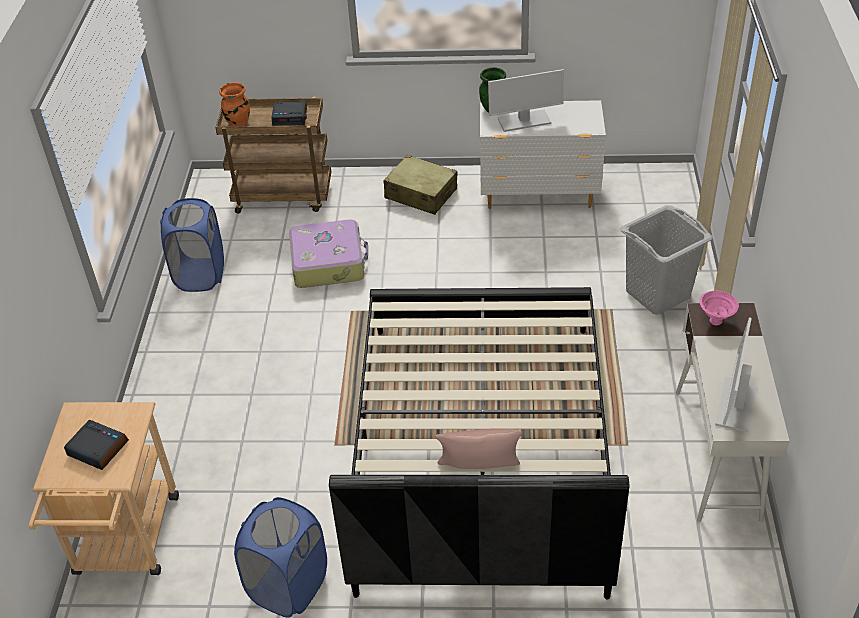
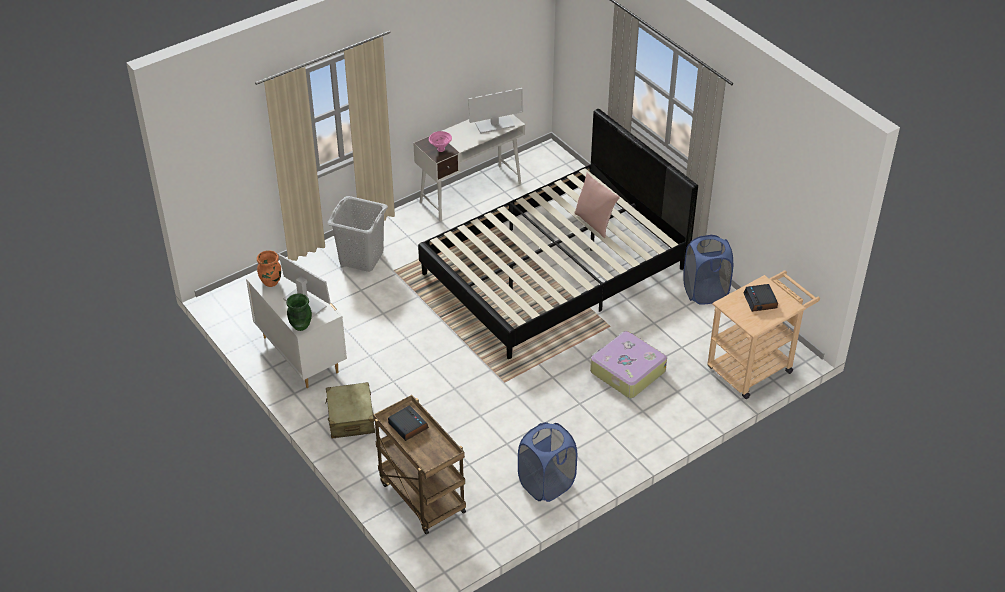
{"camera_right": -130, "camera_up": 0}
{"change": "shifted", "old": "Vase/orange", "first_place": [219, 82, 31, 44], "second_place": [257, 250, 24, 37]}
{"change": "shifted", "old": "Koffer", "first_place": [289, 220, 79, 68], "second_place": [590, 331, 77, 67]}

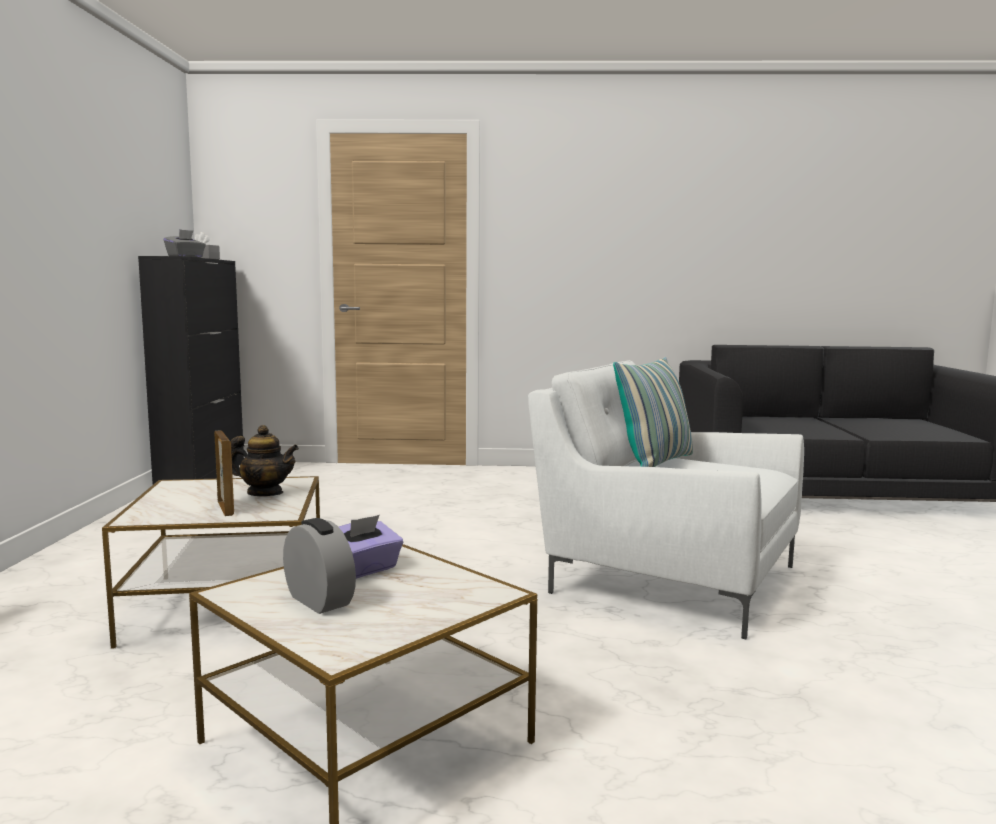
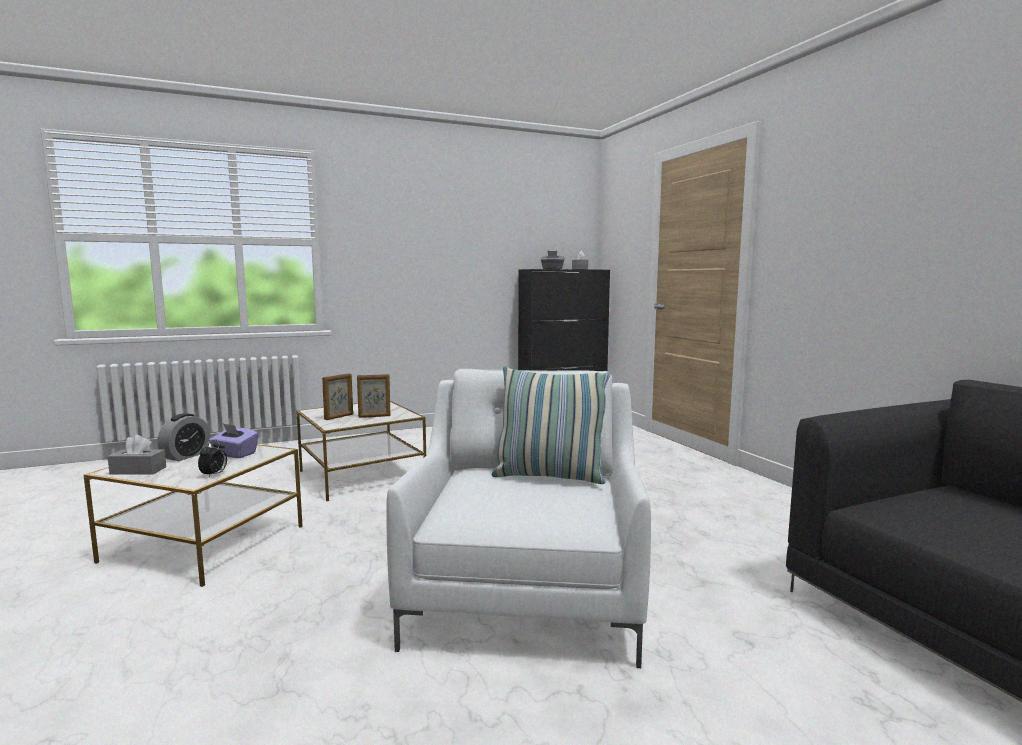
{"camera_right": 65, "camera_up": 0}
{"change": "new", "new": "Taschentuchbox/grau", "second_place": [107, 434, 59, 41]}
{"change": "new", "new": "Wecker", "second_place": [198, 439, 29, 38]}
{"change": "swapped", "old": "Teekanne", "new": "Bilderrahmen", "first_place": [231, 425, 68, 71], "second_place": [357, 374, 33, 44]}

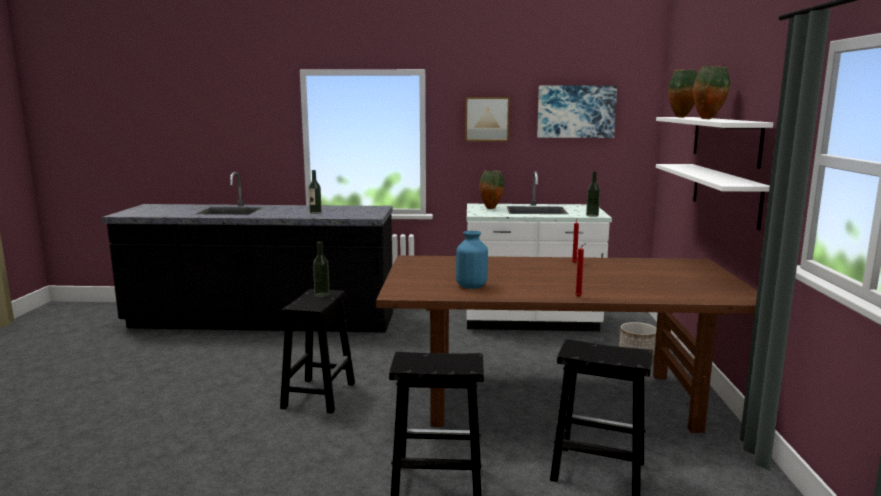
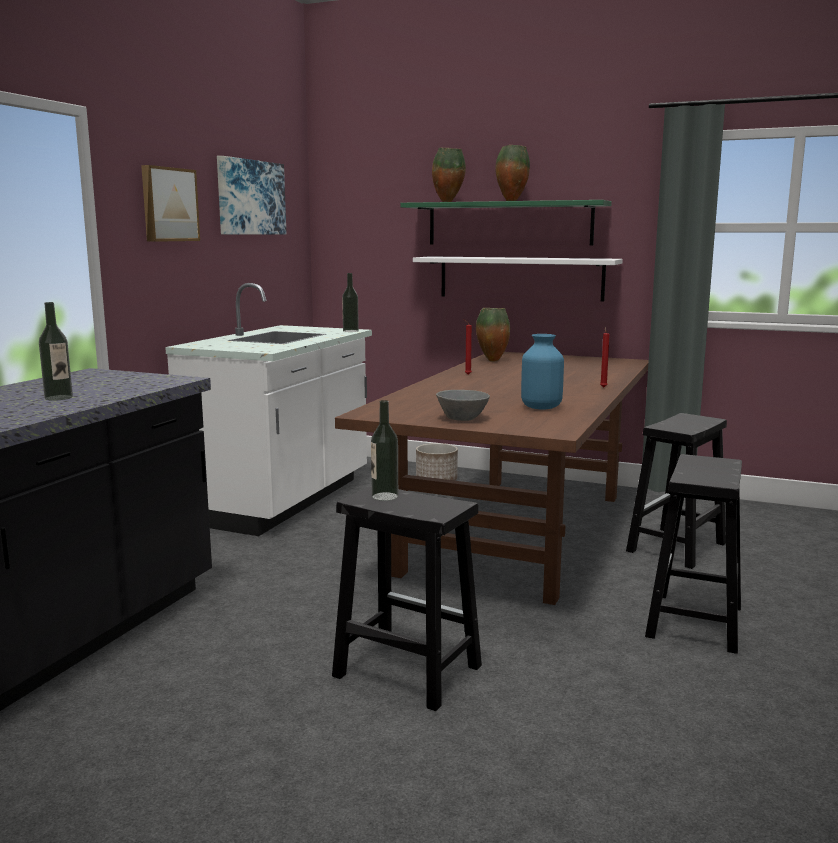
{"camera_right": -70, "camera_up": 0}
{"change": "new", "new": "Schüssel/grau", "second_place": [436, 390, 54, 31]}
{"change": "shifted", "old": "Vase", "first_place": [479, 170, 25, 39], "second_place": [476, 308, 34, 54]}
{"change": "repainted", "old": "Wandregal/weiß", "new": "Wandregal/grün", "first_place": [656, 117, 117, 52], "second_place": [400, 200, 212, 45]}

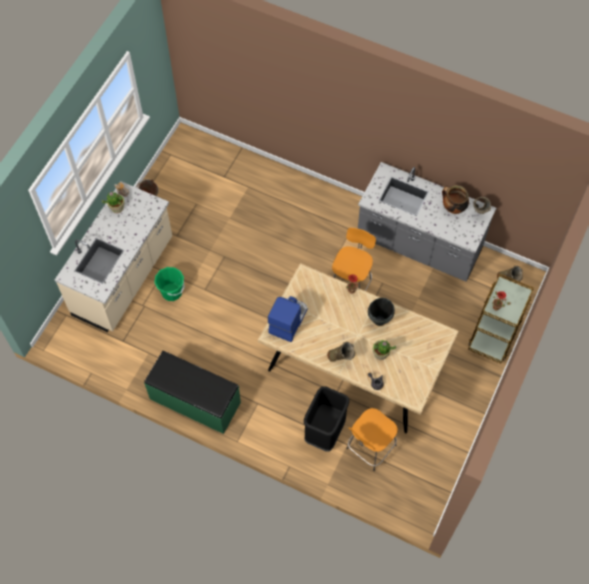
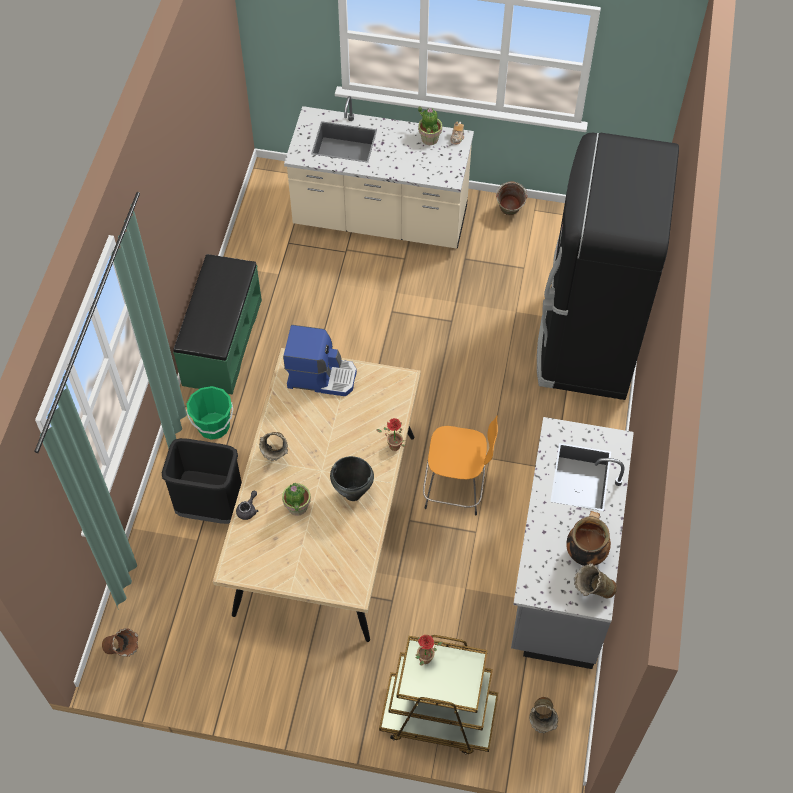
{"camera_right": 75, "camera_up": -5}
{"change": "gone", "old": "Hocker/orange", "first_place": [346, 408, 52, 63]}
{"change": "new", "new": "Vase/braun", "second_place": [102, 628, 36, 29]}
{"change": "new", "new": "Kühlschrank/schwarz", "second_place": [537, 133, 142, 267]}
{"change": "shifted", "old": "Eimer/grün", "first_place": [154, 267, 31, 34], "second_place": [186, 386, 47, 54]}

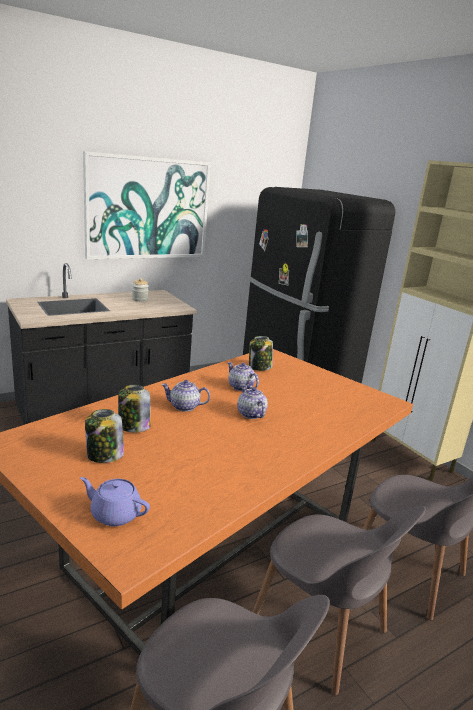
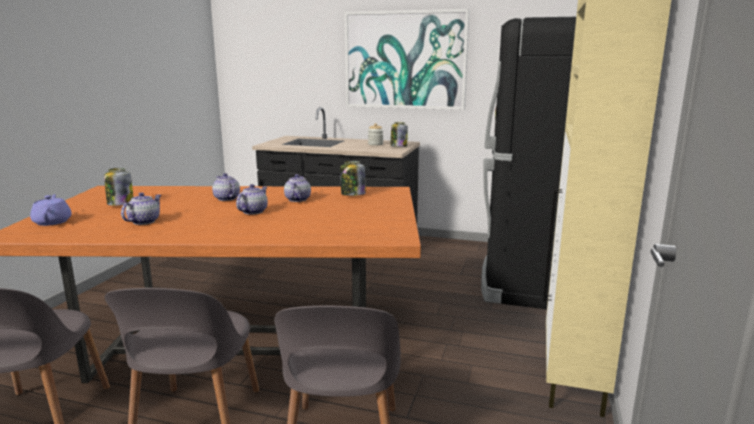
{"camera_right": 50, "camera_up": -5}
{"change": "new", "new": "Teekanne", "second_place": [121, 192, 40, 33]}
{"change": "shifted", "old": "Vorratsglas", "first_place": [118, 385, 33, 47], "second_place": [391, 122, 17, 25]}

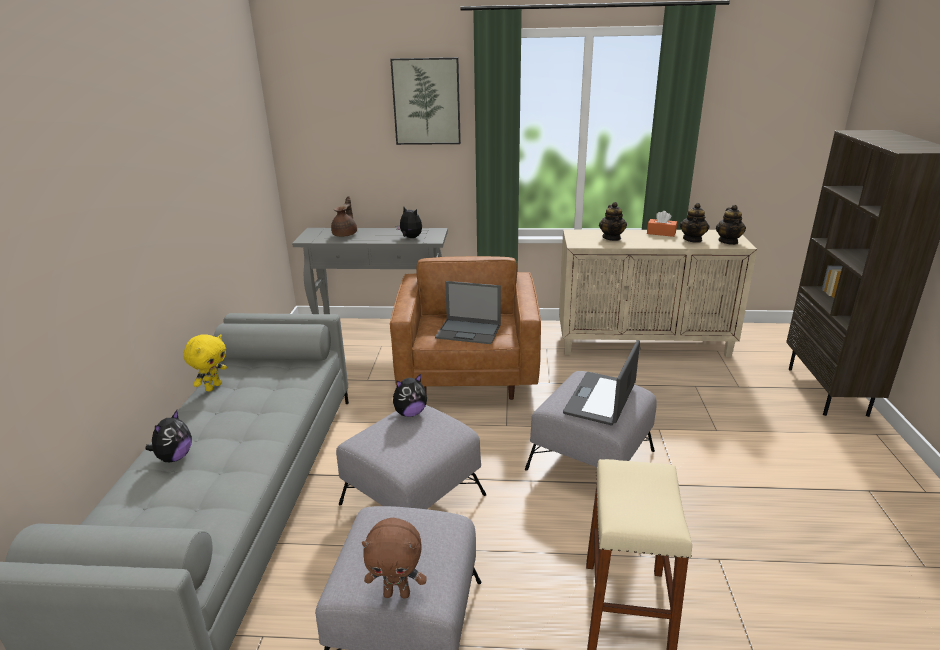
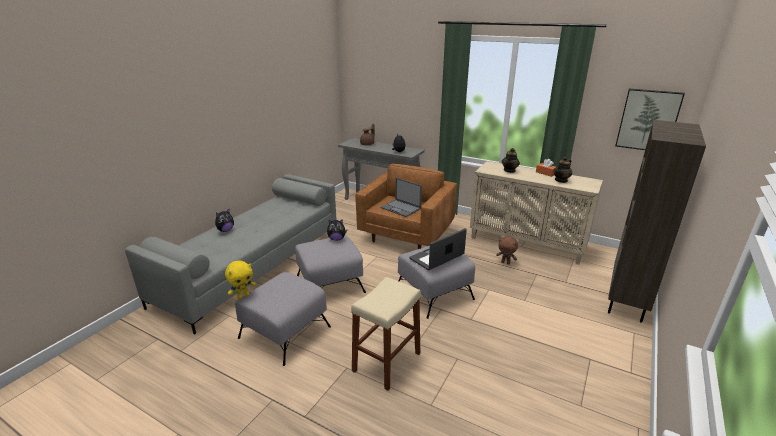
{"camera_right": 25, "camera_up": 0}
{"change": "gone", "old": "Teekanne", "first_place": [716, 205, 30, 40]}
{"change": "shifted", "old": "Plüschtier/gelb", "first_place": [183, 334, 44, 58], "second_place": [225, 261, 30, 38]}
{"change": "shifted", "old": "Plüschtier/braun", "first_place": [362, 518, 65, 81], "second_place": [496, 236, 22, 28]}
{"change": "shifted", "old": "Bild", "first_place": [390, 57, 71, 88], "second_place": [615, 89, 70, 61]}

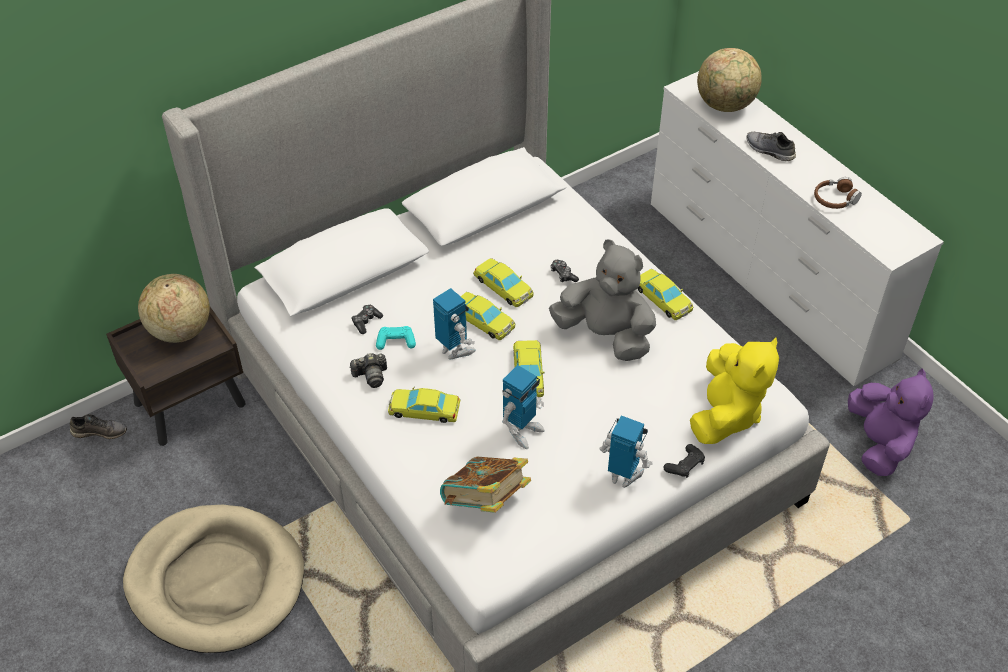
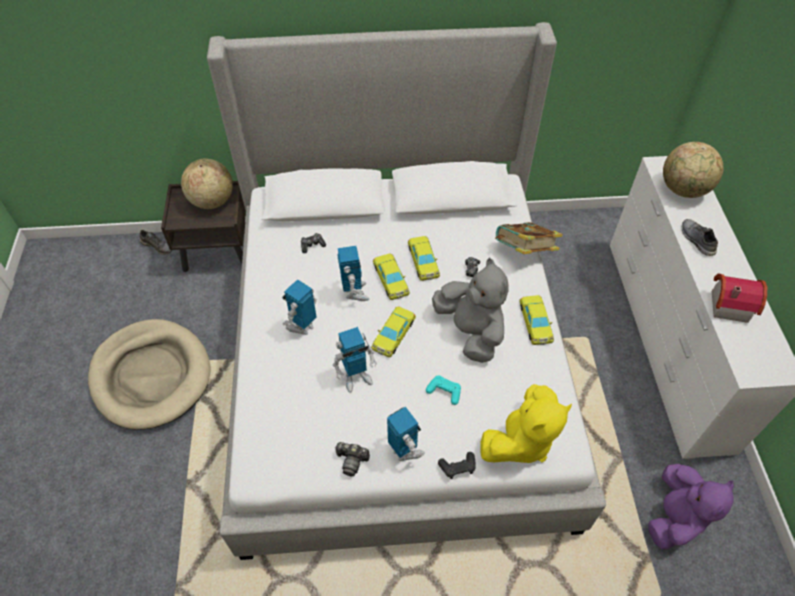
{"camera_right": 30, "camera_up": 5}
{"change": "shifted", "old": "Kamera", "first_place": [349, 353, 38, 35], "second_place": [335, 442, 35, 34]}
{"change": "shifted", "old": "Gamepad/türkis", "first_place": [376, 326, 40, 24], "second_place": [426, 375, 35, 30]}
{"change": "shifted", "old": "Buch", "first_place": [440, 456, 91, 57], "second_place": [495, 222, 68, 32]}
{"change": "swapped", "old": "Spielzeugauto/gelb", "new": "Spielzeugroboter", "first_place": [388, 387, 72, 36], "second_place": [282, 279, 35, 56]}
{"change": "swapped", "old": "Kopfhörer/braun", "new": "Spielzeughaus", "first_place": [814, 177, 48, 32], "second_place": [712, 273, 55, 50]}

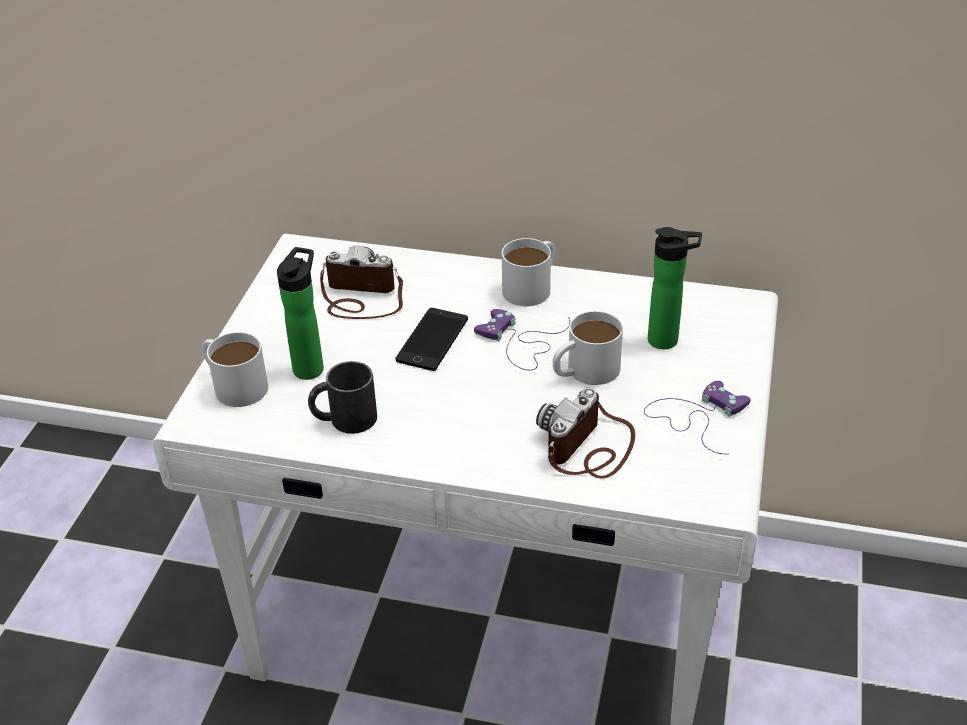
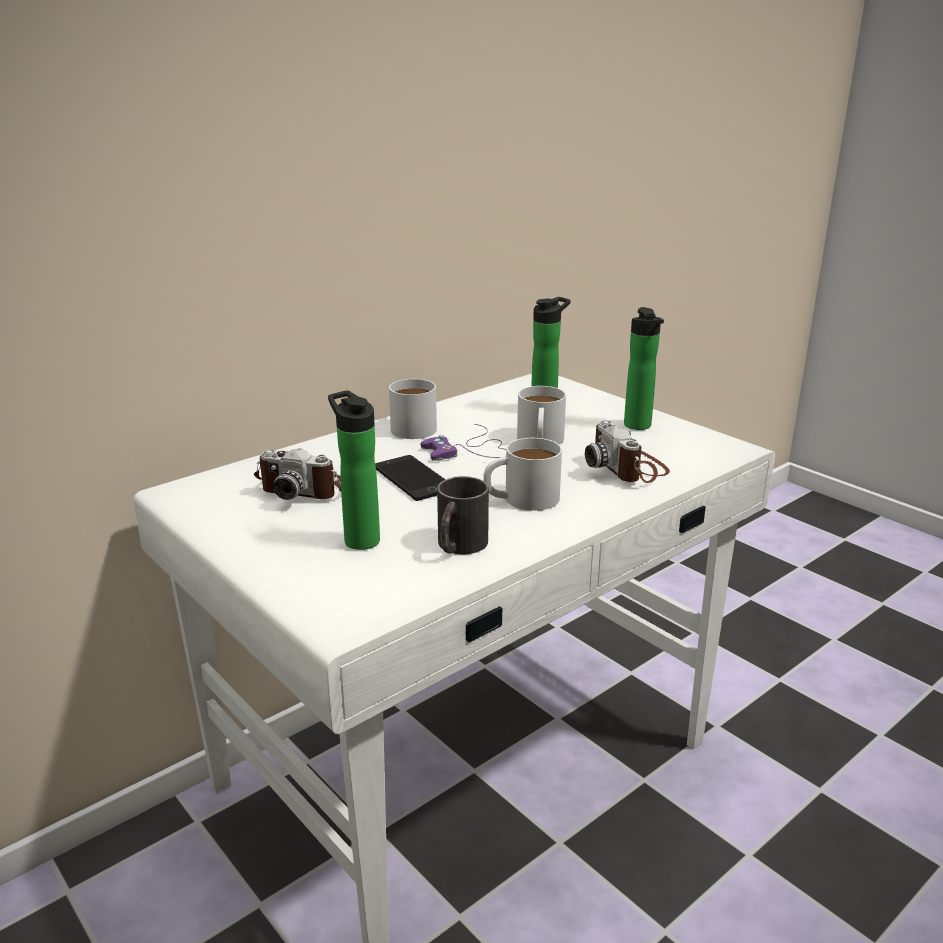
{"camera_right": -55, "camera_up": -15}
{"change": "shifted", "old": "Henkelbecher/weiß", "first_place": [202, 332, 66, 75], "second_place": [483, 438, 79, 73]}
{"change": "swapped", "old": "Gamepad/lila", "new": "Flasche", "first_place": [644, 381, 107, 74], "second_place": [624, 307, 40, 123]}
{"change": "rotated", "old": "Kamera", "first_place": [320, 245, 83, 74], "second_place": [254, 449, 87, 51], "degrees": -120}

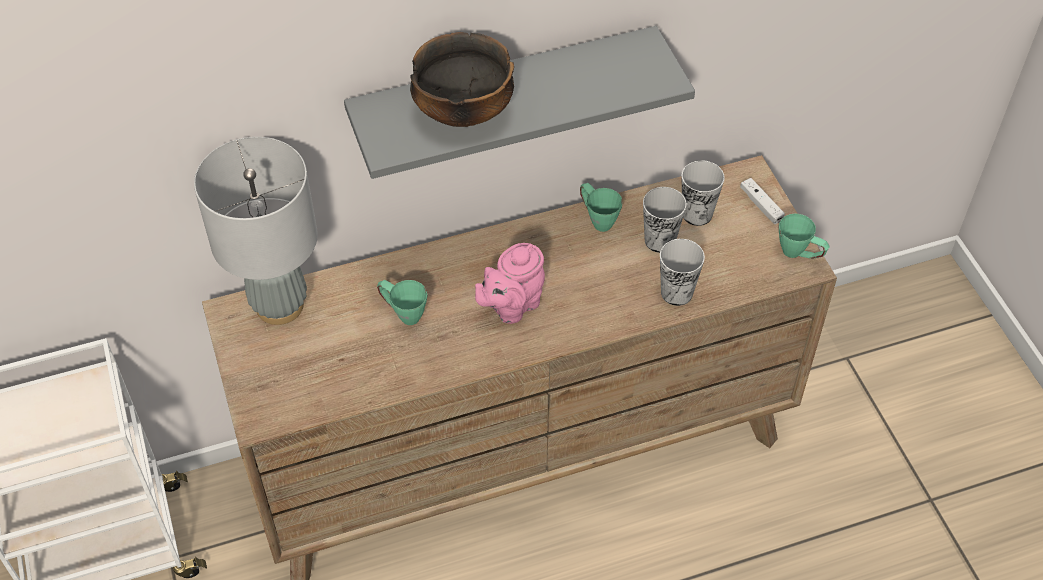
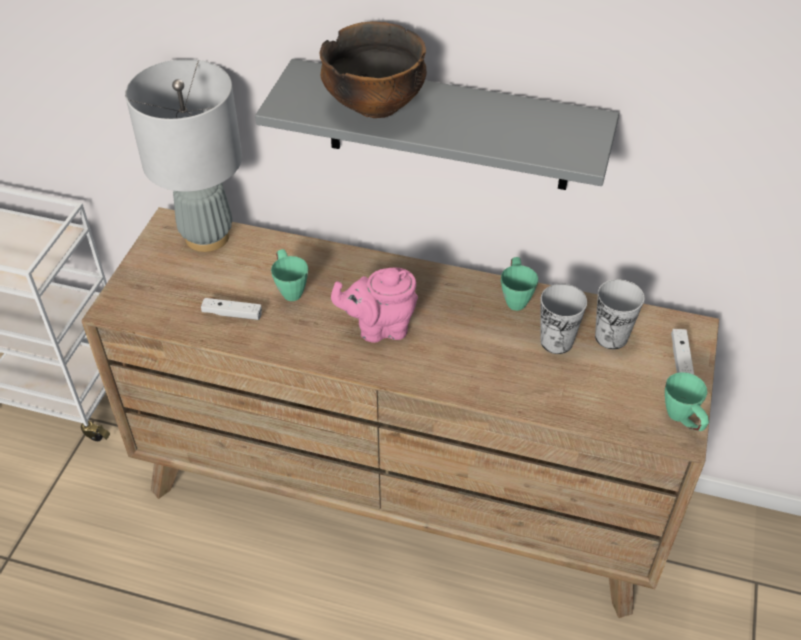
{"camera_right": 35, "camera_up": -5}
{"change": "gone", "old": "Tasse", "first_place": [660, 239, 45, 67]}
{"change": "new", "new": "Gamepad/weiß", "second_place": [201, 298, 61, 22]}

